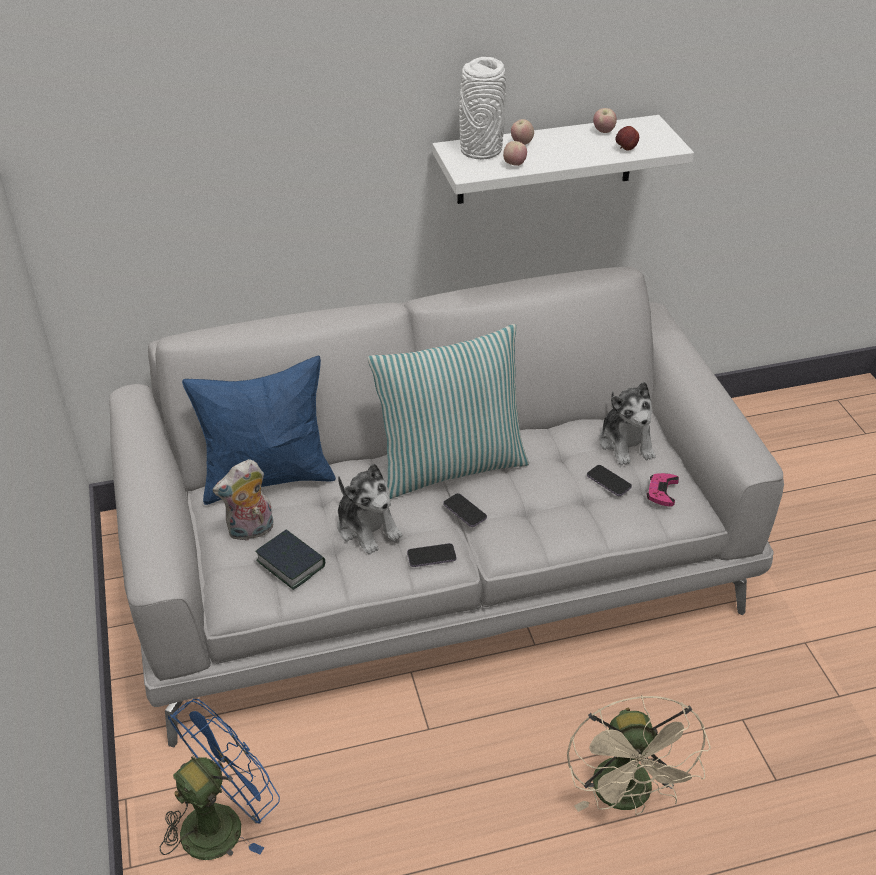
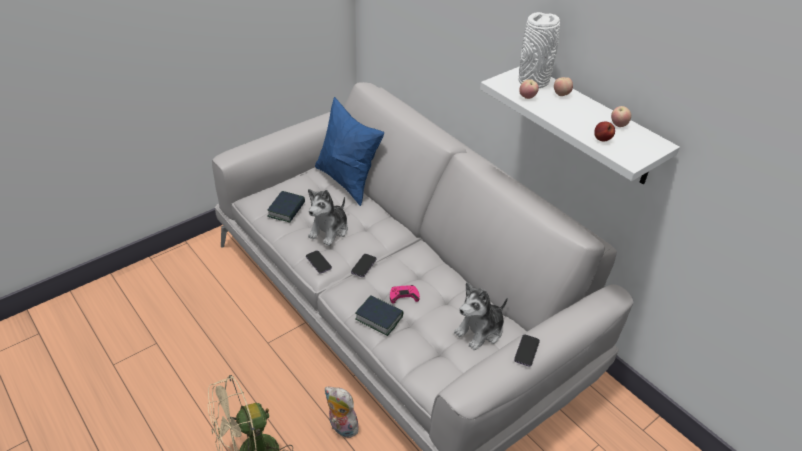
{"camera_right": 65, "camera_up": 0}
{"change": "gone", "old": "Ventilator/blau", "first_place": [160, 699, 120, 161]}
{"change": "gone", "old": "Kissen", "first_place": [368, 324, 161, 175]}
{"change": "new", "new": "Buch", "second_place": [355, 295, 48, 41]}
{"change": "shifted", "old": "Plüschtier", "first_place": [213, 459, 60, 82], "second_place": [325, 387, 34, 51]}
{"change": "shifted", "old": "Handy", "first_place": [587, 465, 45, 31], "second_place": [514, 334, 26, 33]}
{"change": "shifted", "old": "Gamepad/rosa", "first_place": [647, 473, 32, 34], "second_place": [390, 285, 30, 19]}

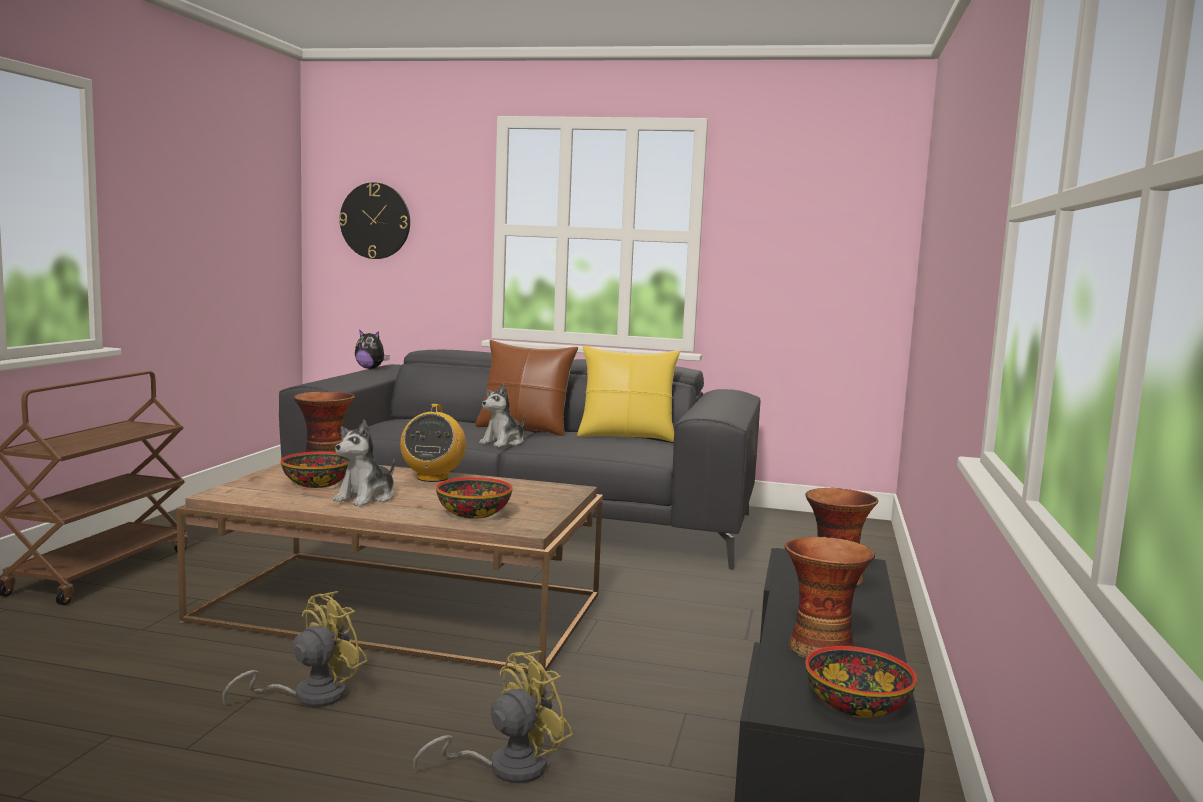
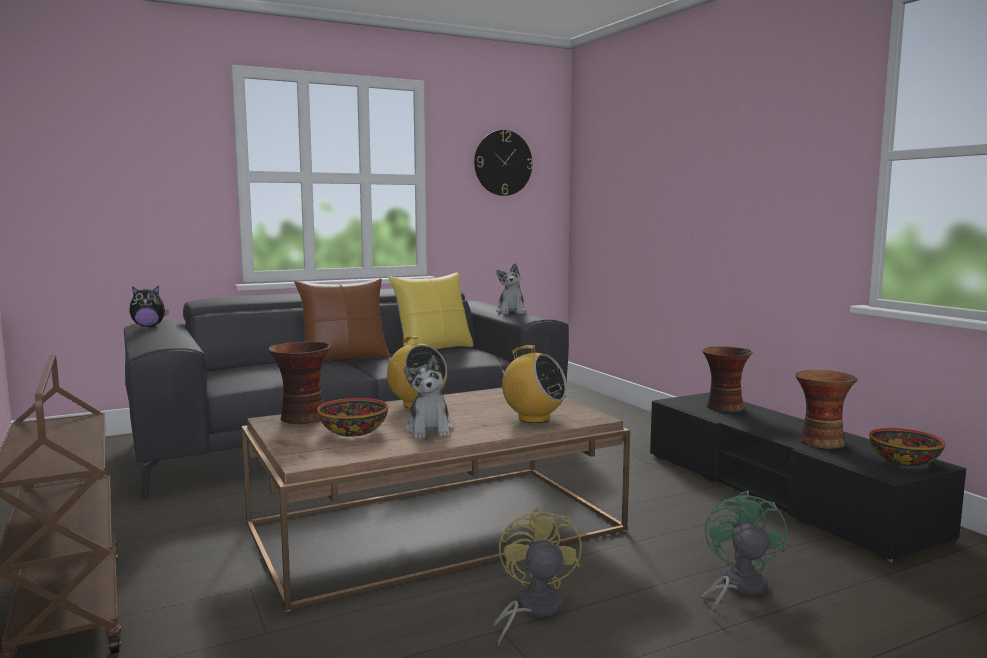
{"camera_right": -40, "camera_up": 0}
{"change": "shifted", "old": "Wanduhr", "first_place": [339, 182, 71, 77], "second_place": [474, 130, 59, 66]}
{"change": "shifted", "old": "Plüschtier", "first_place": [479, 384, 46, 63], "second_place": [496, 263, 31, 51]}
{"change": "swapped", "old": "Schüssel", "new": "Radio", "first_place": [436, 477, 77, 42], "second_place": [497, 345, 70, 78]}
{"change": "repainted", "old": "Ventilator/gelb", "new": "Ventilator/grün", "first_place": [413, 650, 160, 133], "second_place": [702, 490, 85, 126]}

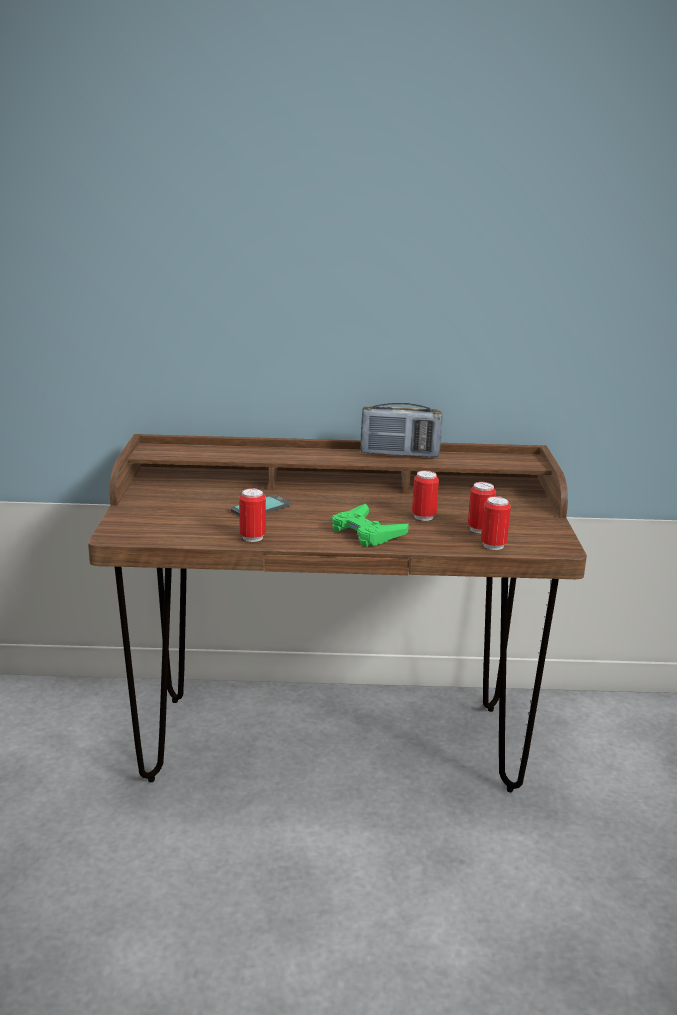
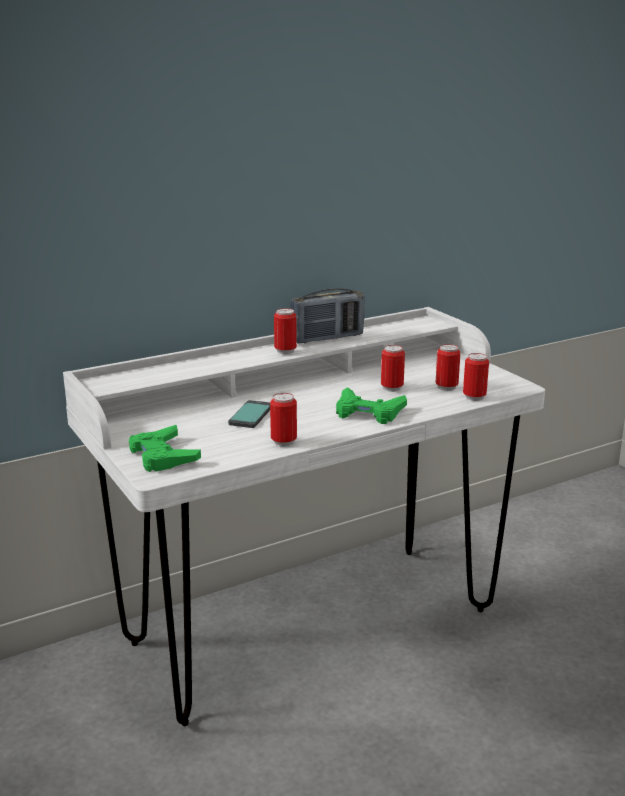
{"camera_right": -30, "camera_up": 0}
{"change": "new", "new": "Gamepad/grün", "second_place": [129, 425, 72, 47]}
{"change": "new", "new": "Dose", "second_place": [274, 308, 23, 46]}
{"change": "repainted", "old": "Schreibtisch/braun", "new": "Schreibtisch/weiß", "first_place": [88, 434, 499, 358], "second_place": [63, 307, 482, 419]}

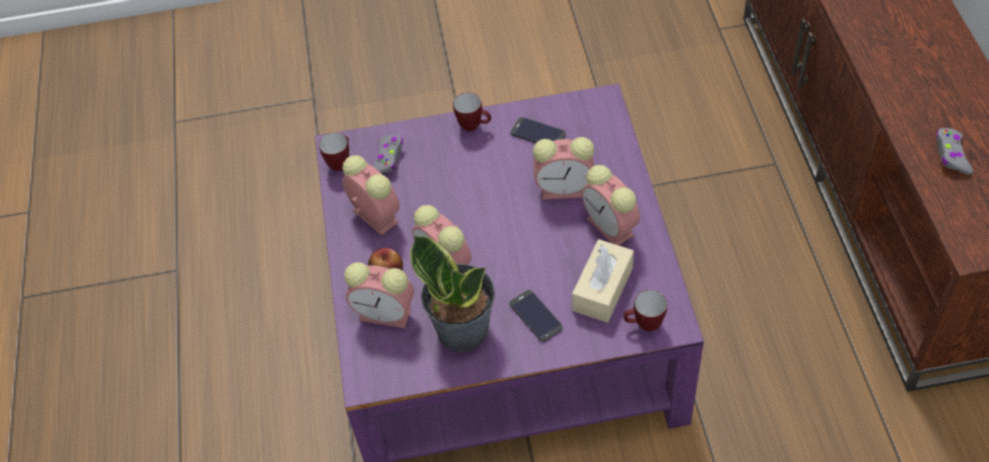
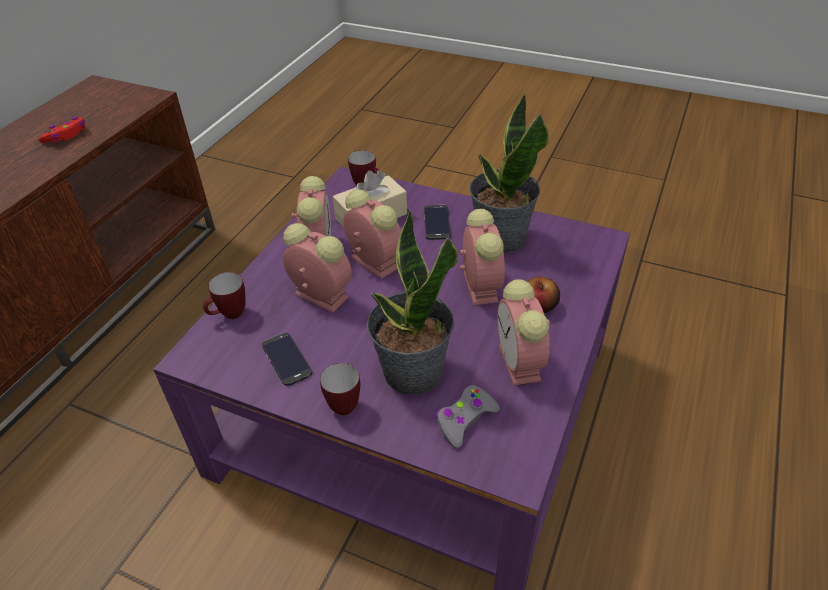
{"camera_right": -150, "camera_up": -10}
{"change": "new", "new": "Topfpflanze", "second_place": [367, 210, 91, 185]}
{"change": "shifted", "old": "Henkelbecher", "first_place": [319, 132, 30, 40], "second_place": [203, 272, 43, 47]}
{"change": "shifted", "old": "Wecker", "first_place": [344, 262, 70, 66], "second_place": [343, 189, 58, 90]}
{"change": "repainted", "old": "Gamepad/grau", "new": "Gamepad/rot", "first_place": [936, 128, 37, 47], "second_place": [39, 116, 46, 27]}

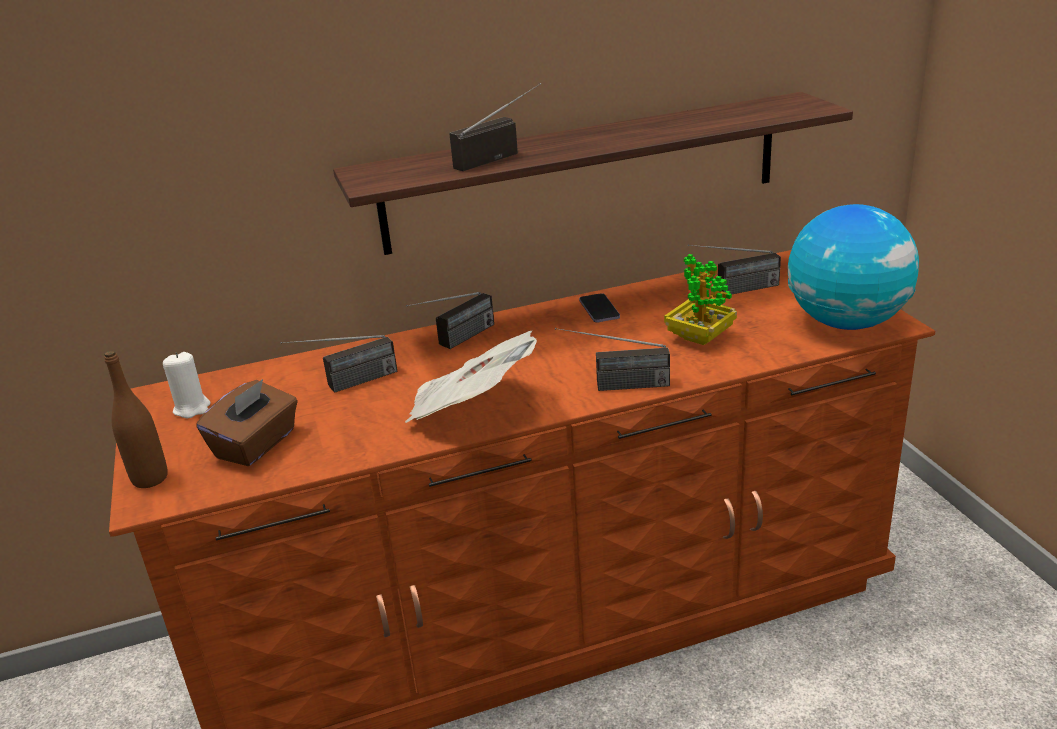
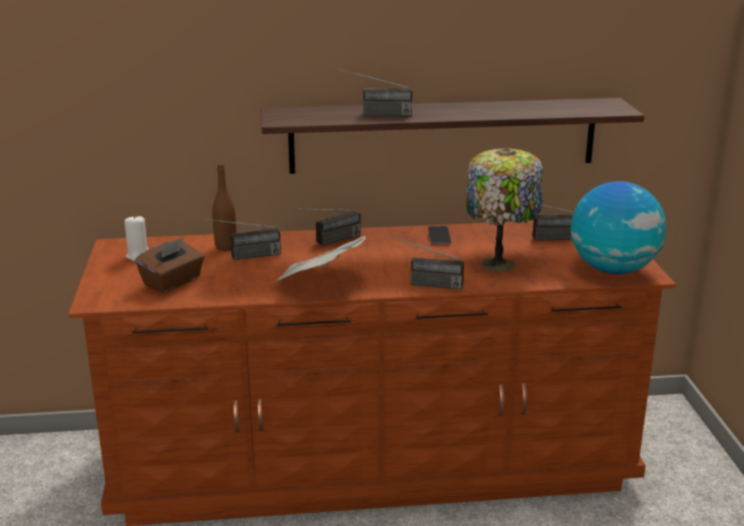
{"camera_right": 10, "camera_up": -5}
{"change": "shifted", "old": "Flasche/braun", "first_place": [104, 350, 64, 138], "second_place": [212, 164, 25, 87]}
{"change": "swapped", "old": "Topfpflanze", "new": "Tischlampe", "first_place": [664, 254, 73, 91], "second_place": [466, 148, 77, 124]}
{"change": "rotated", "old": "Radio", "first_place": [449, 83, 92, 88], "second_place": [337, 69, 75, 47], "degrees": -150}

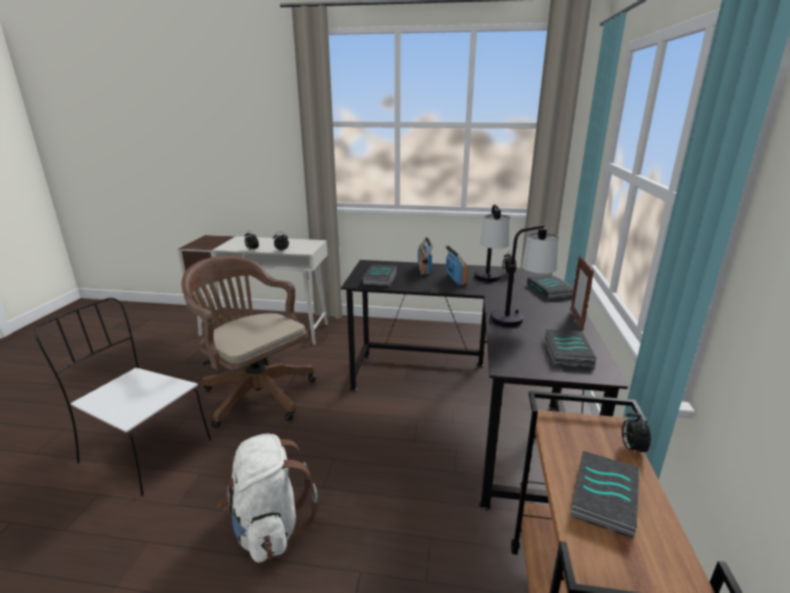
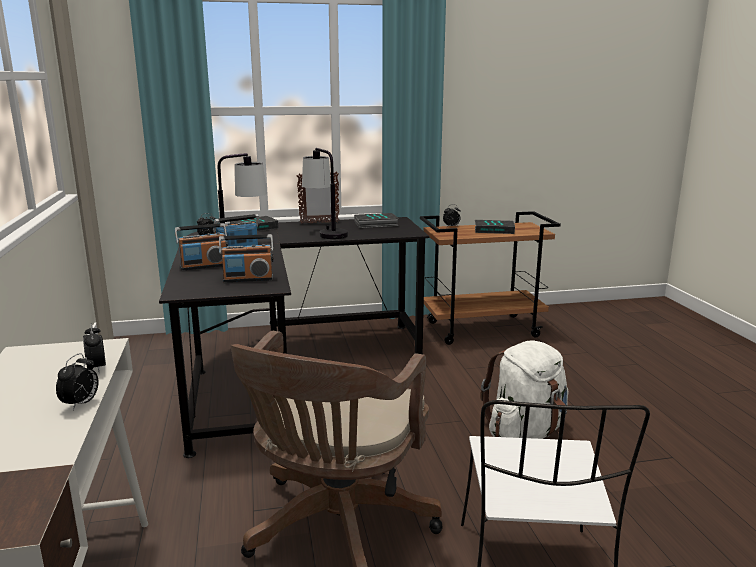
{"camera_right": -110, "camera_up": -5}
{"change": "swapped", "old": "Buch", "new": "Radio", "first_place": [363, 264, 34, 22], "second_place": [219, 234, 55, 48]}

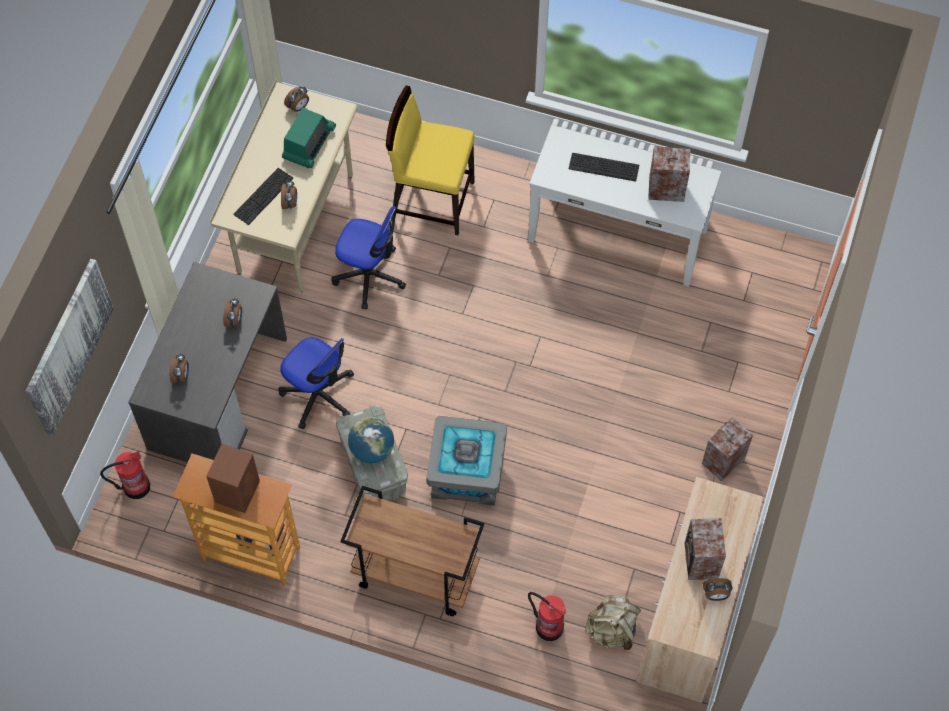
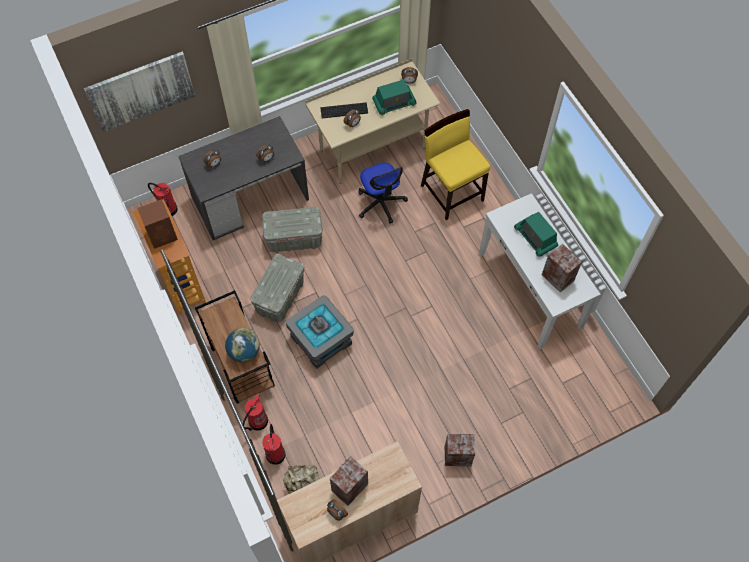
{"camera_right": 45, "camera_up": 0}
{"change": "new", "new": "Feuerlöscher", "second_place": [243, 394, 25, 37]}
{"change": "shifted", "old": "Globus", "first_place": [348, 417, 46, 46], "second_place": [225, 328, 35, 34]}
{"change": "swapped", "old": "Bürostuhl", "new": "Aufbewahrungsbox/grau", "first_place": [279, 337, 75, 92], "second_place": [262, 207, 61, 46]}
{"change": "swapped", "old": "Tastatur", "new": "Radio", "first_place": [569, 153, 70, 29], "second_place": [514, 212, 44, 45]}

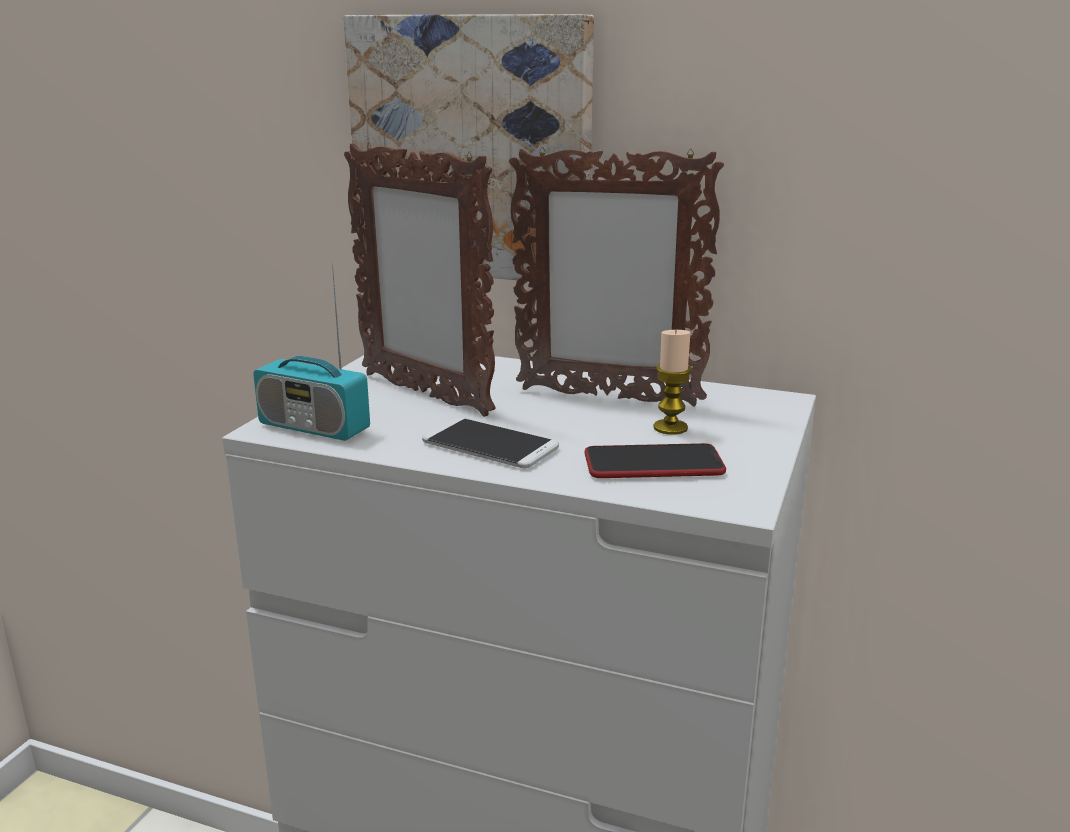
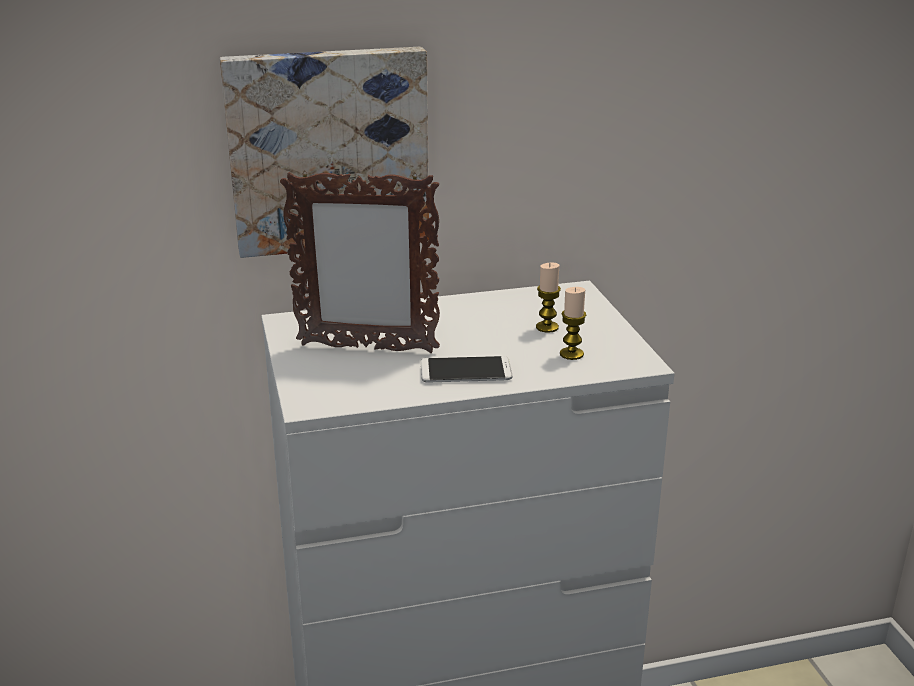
{"camera_right": -35, "camera_up": 5}
{"change": "gone", "old": "Radio", "first_place": [253, 263, 117, 178]}
{"change": "gone", "old": "Bilderrahmen", "first_place": [509, 147, 215, 260]}
{"change": "swapped", "old": "Handy", "new": "Kerze", "first_place": [584, 443, 142, 35], "second_place": [560, 287, 26, 73]}

